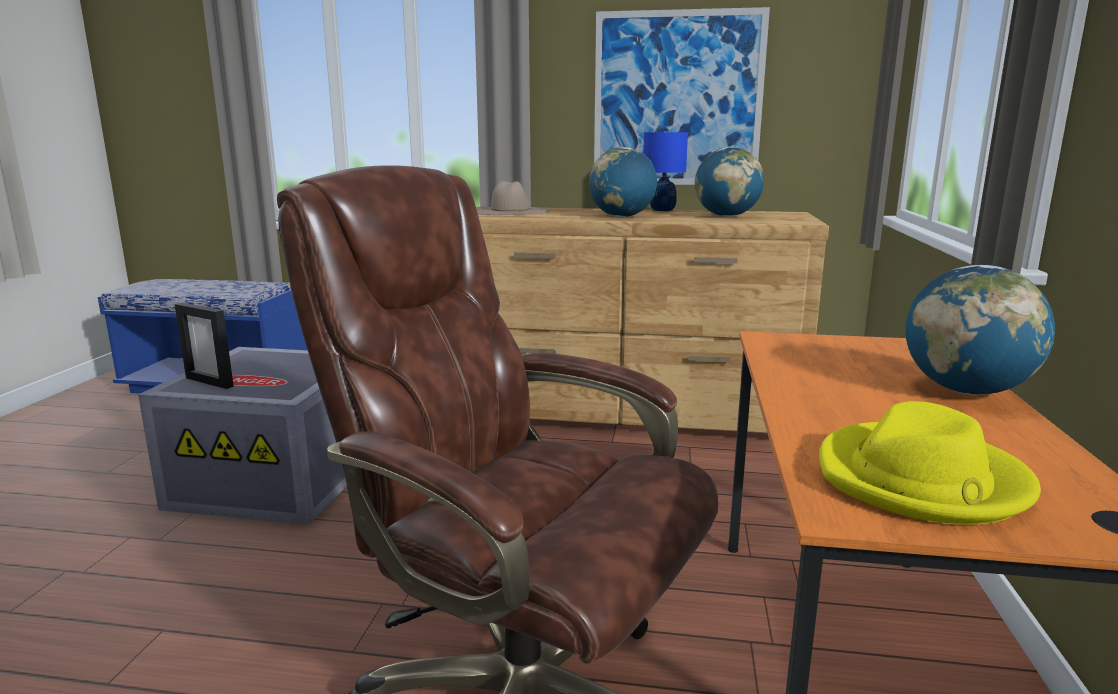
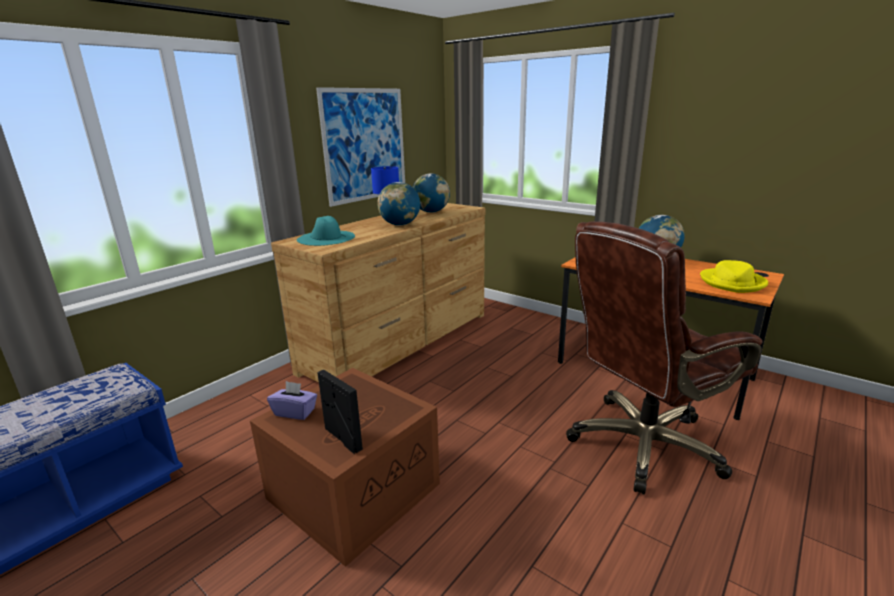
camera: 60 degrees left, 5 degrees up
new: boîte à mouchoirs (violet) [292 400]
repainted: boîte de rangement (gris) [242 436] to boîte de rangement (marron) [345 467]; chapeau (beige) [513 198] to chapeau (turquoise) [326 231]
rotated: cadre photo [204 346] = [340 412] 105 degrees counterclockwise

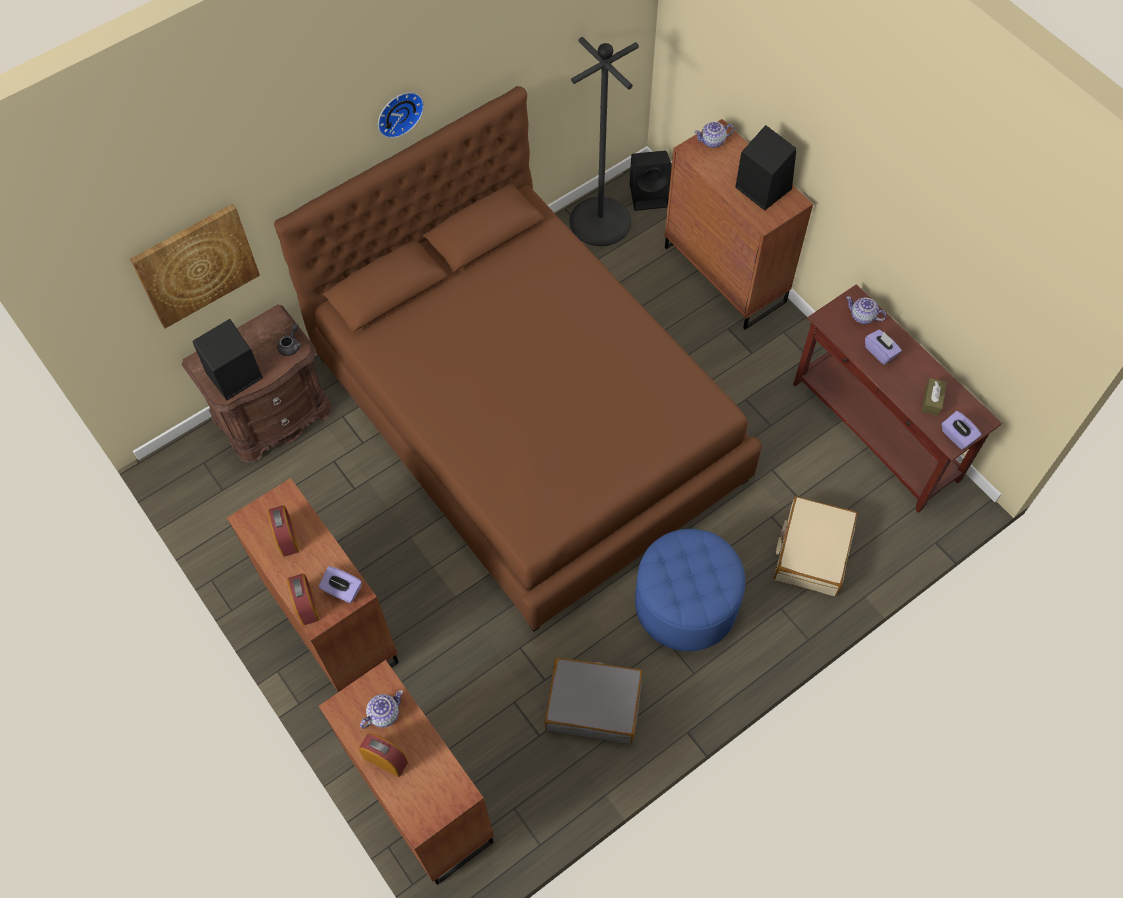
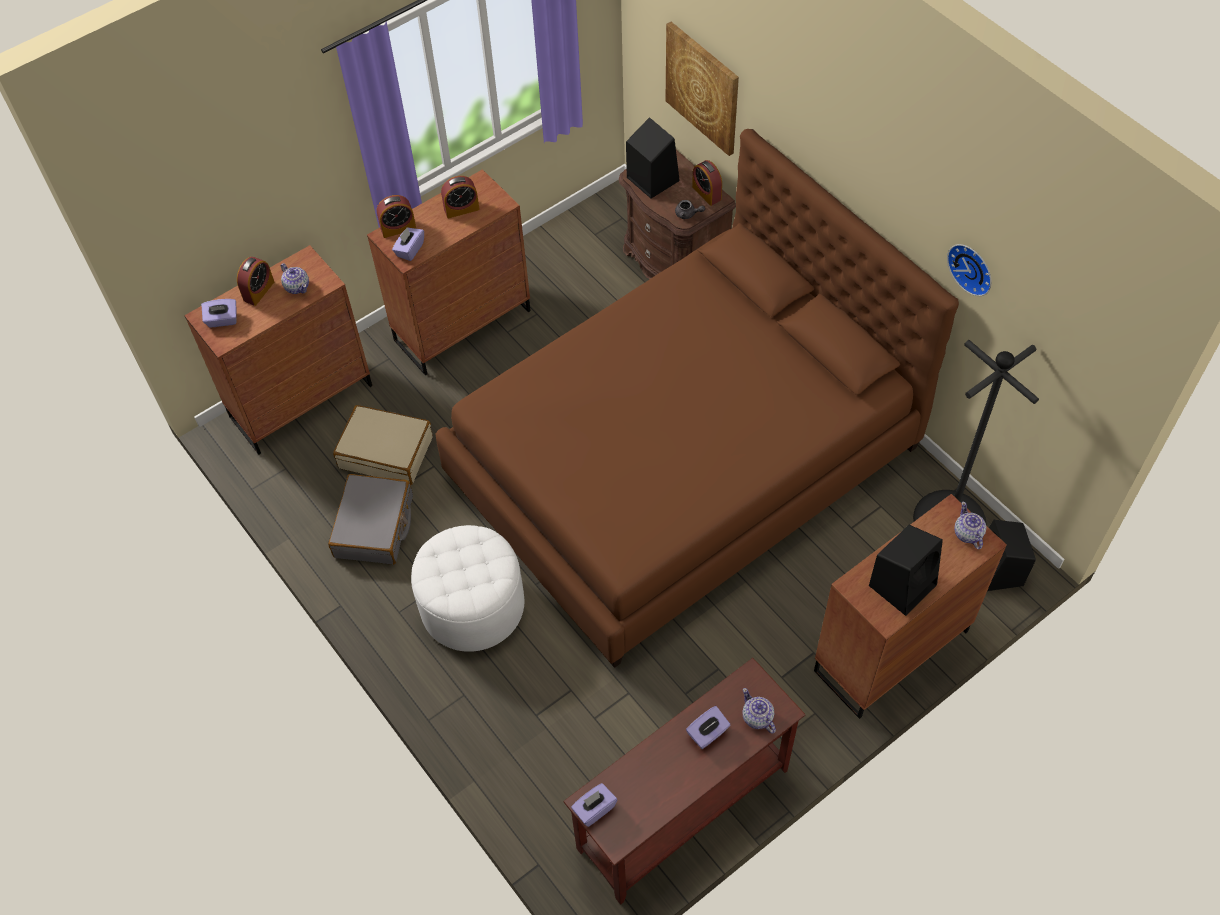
camera: 90 degrees right, 5 degrees down
gone: boîte à mouchoirs (marron) [934 397]
new: boîte à mouchoirs (violet) [219 313]; réveil [707 183]
shifted: valise (beige) [815 546] to [383 445]; horloge murale [401 115] to [969 270]
repainted: pouf (bleu) [690 590] to pouf (blanc) [467 588]
rotated: théière [866 310] = [759 711] 60 degrees counterclockwise

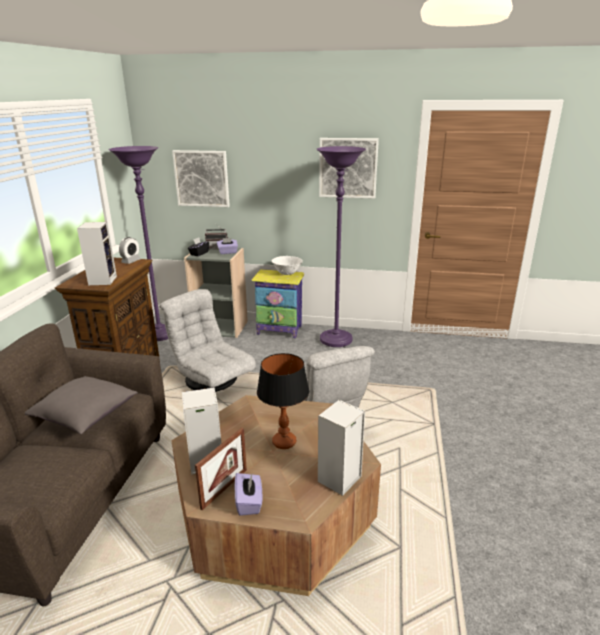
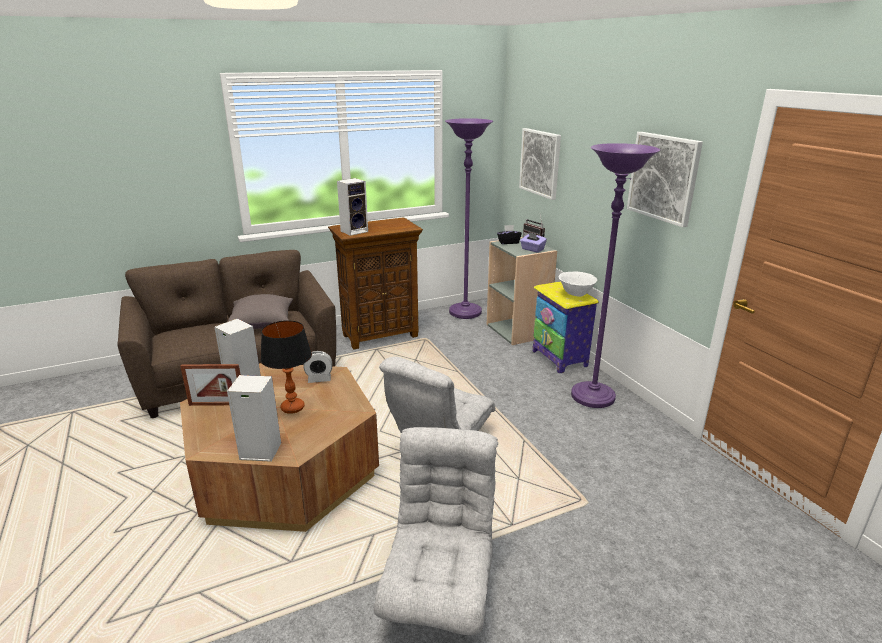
camera: 55 degrees right, 0 degrees up
gone: boîte à mouchoirs (violet) [248 494]
shifted: réveil [130 250] to [318 367]; fauteuil (gris) [207 340] to [436 531]

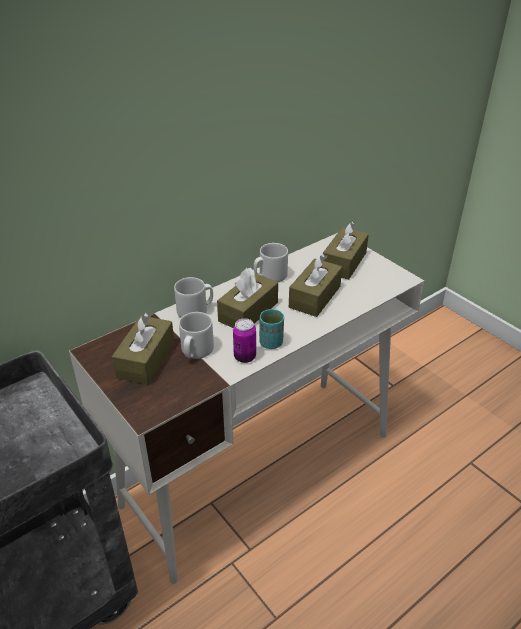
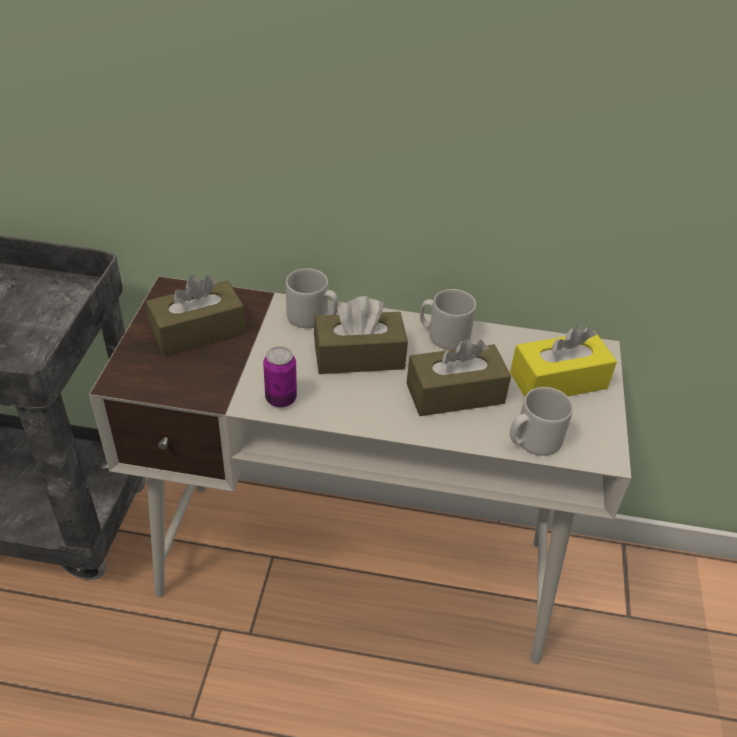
camera: 45 degrees right, 5 degrees up
gone: tasse (turquoise) [271 329]
shifted: mug (gris) [196 335] to [541 421]
repainted: boîte à mouchoirs (marron) [346 250] to boîte à mouchoirs (jaune) [563 361]

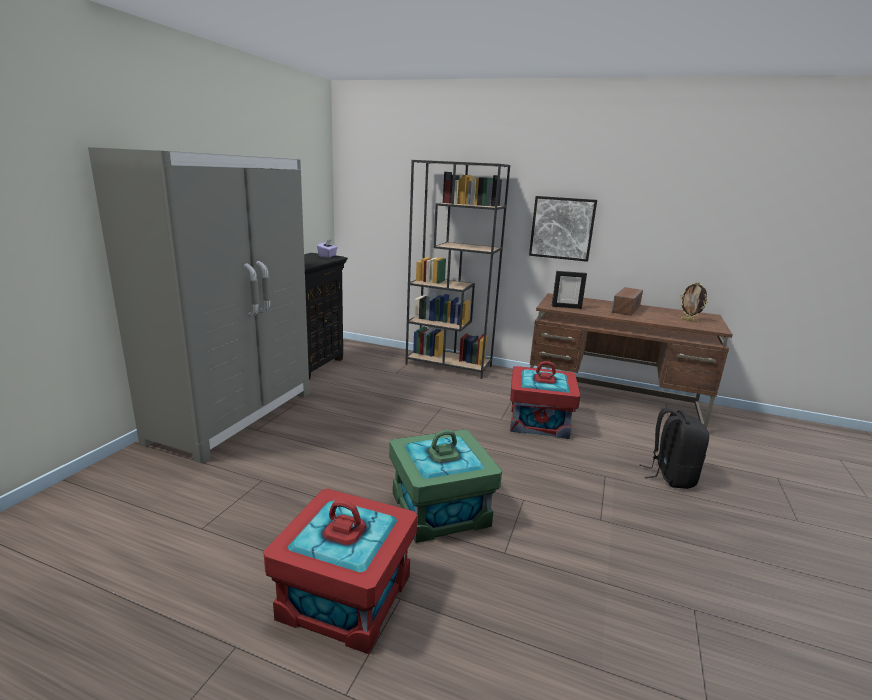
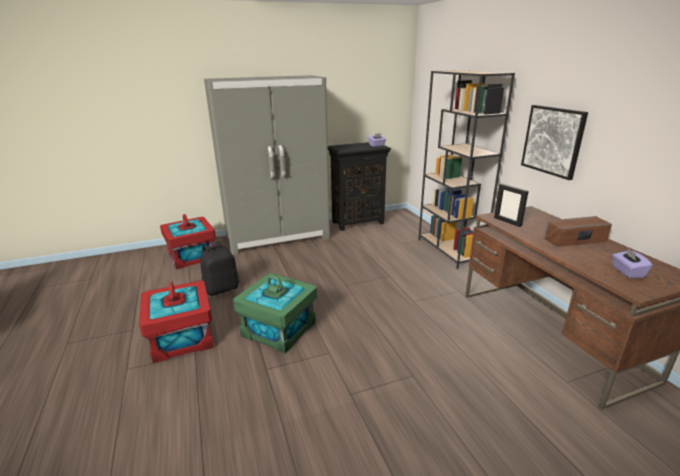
camera: 50 degrees right, 5 degrees up
shifted: boîte de rangement (rouge) [545 400] to [188 241]; sac à dos (noir) [674 448] to [219 269]
swapped: cadre photo [694 302] to boîte à mouchoirs (violet) [632 262]

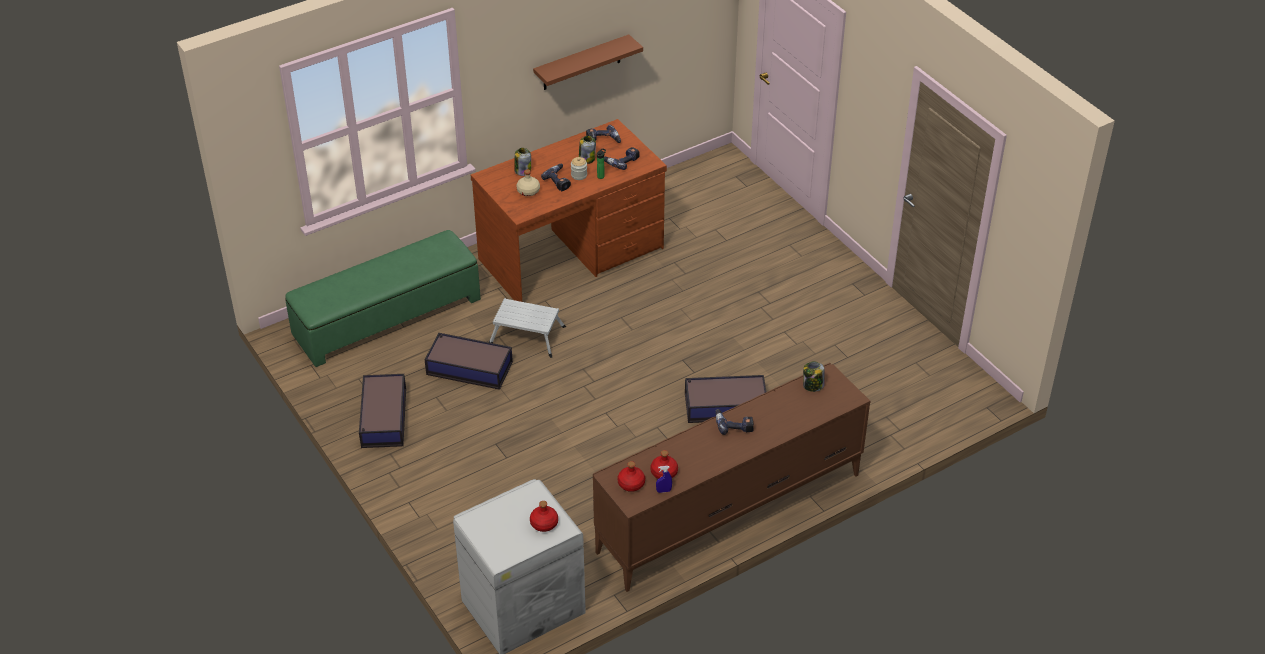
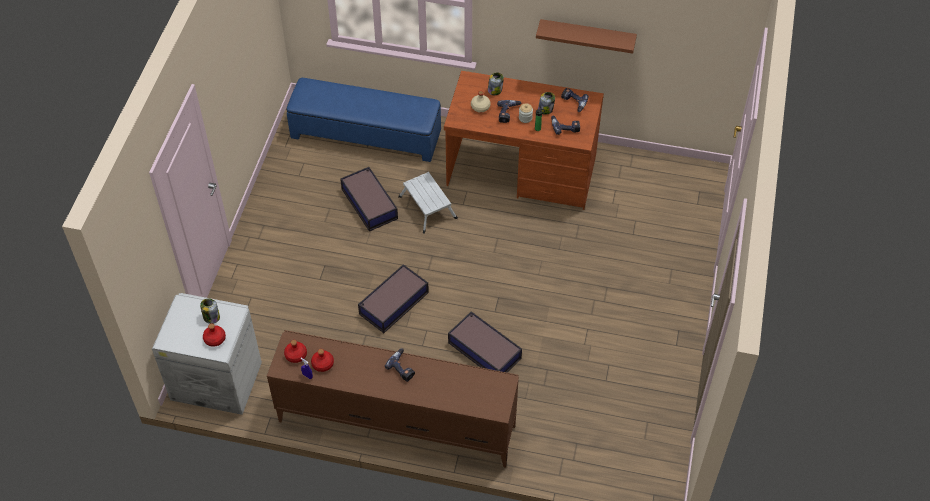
camera: 45 degrees right, 10 degrees up
shifted: bocal [814 376] to [210 311]; boîte de rangement [382 411] to [393 298]
repainted: banc (vert) [383 298] to banc (bleu) [363 120]

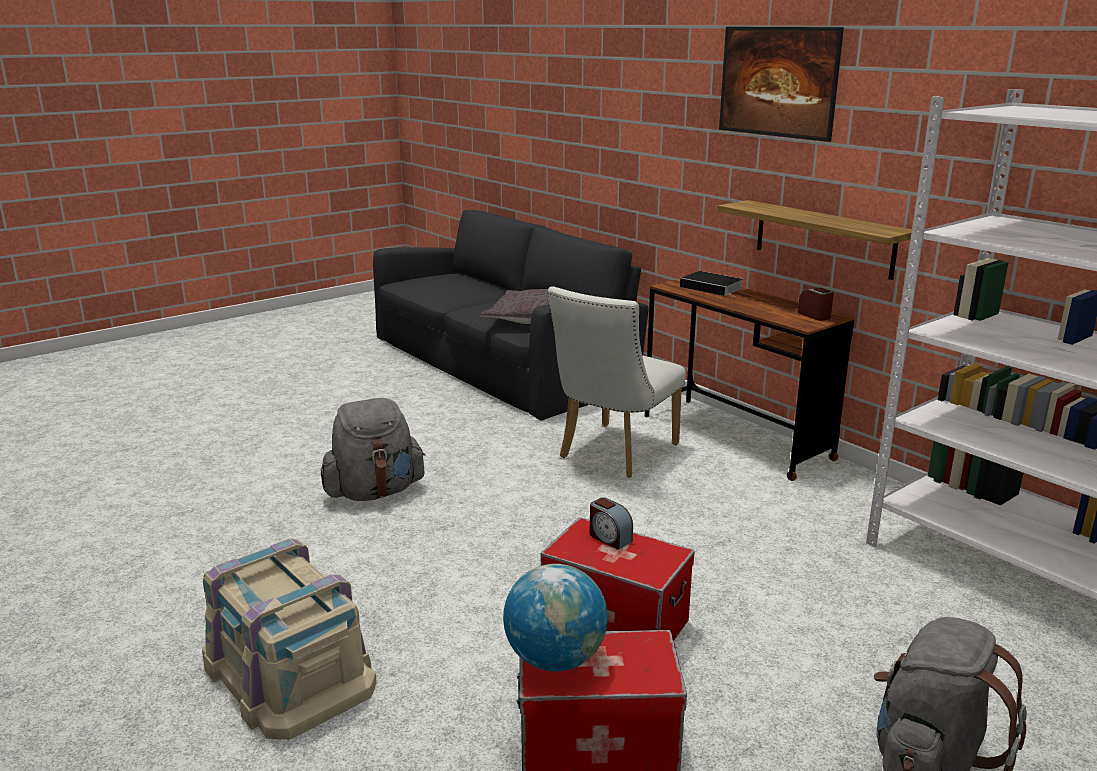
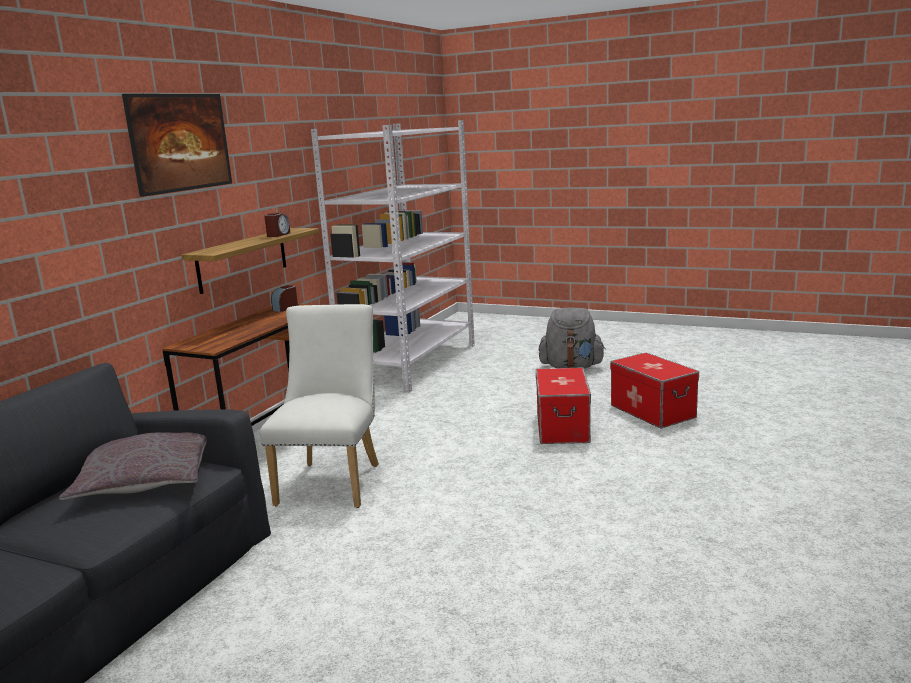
camera: 115 degrees left, 5 degrees down
gone: boîte de rangement (beige) [289 639]; sac à dos (gris) [373 449]; globe [555 618]; livre [711 284]
shifted: réveil [611 523] to [277 225]
rotated: chaise (blanc) [617 382] = [319 406] 90 degrees counterclockwise

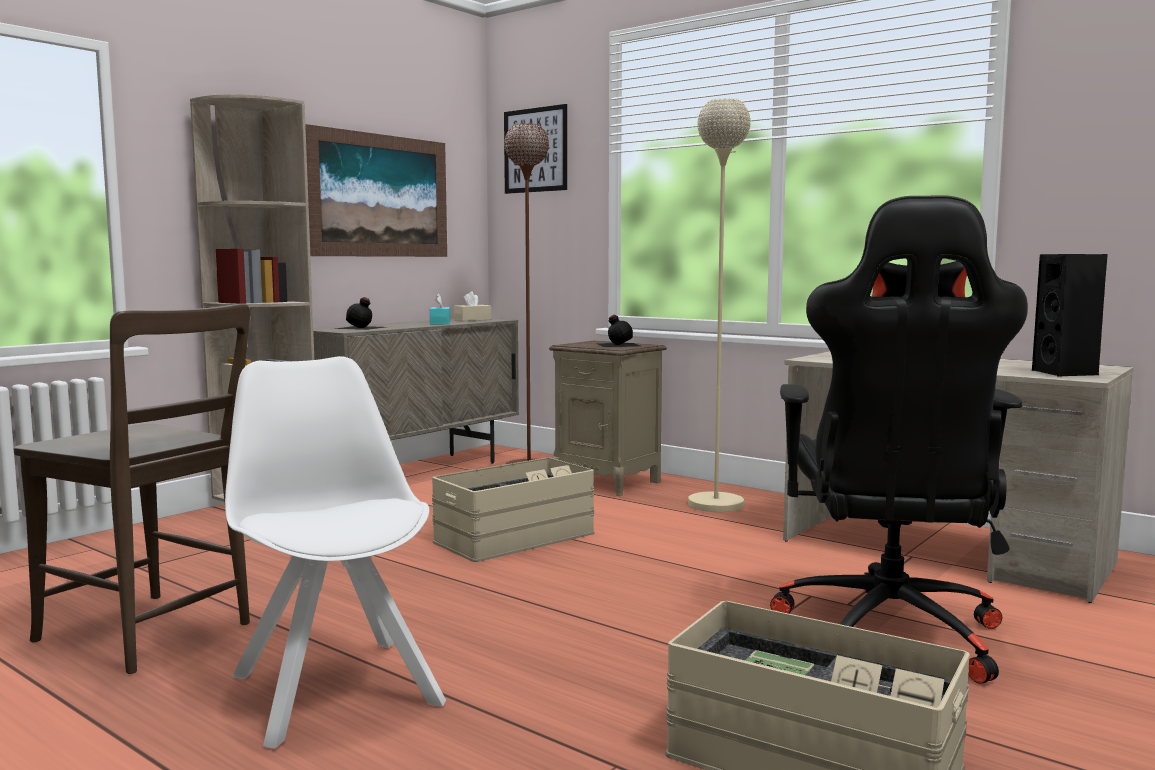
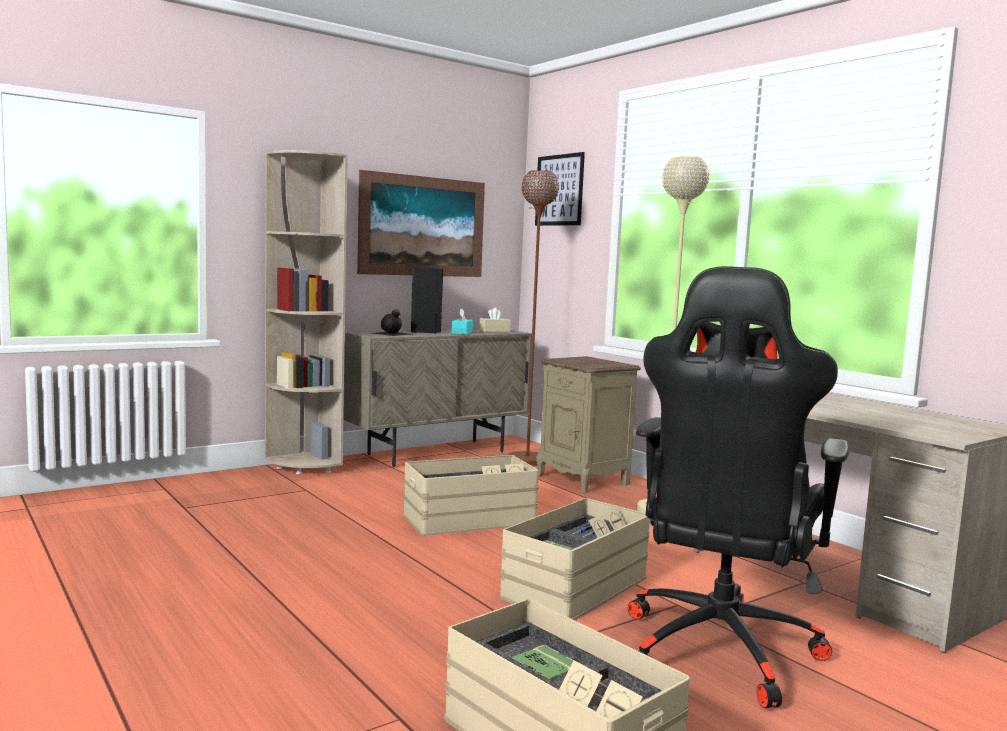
camera: 15 degrees right, 0 degrees up
gone: chaise (marron) [131 489]; chaise (blanc) [335 552]; bouteille (noir) [618 331]
new: boîte de rangement (beige) [574 559]
shifted: enceinte (noir) [1070 315] to [427 300]

